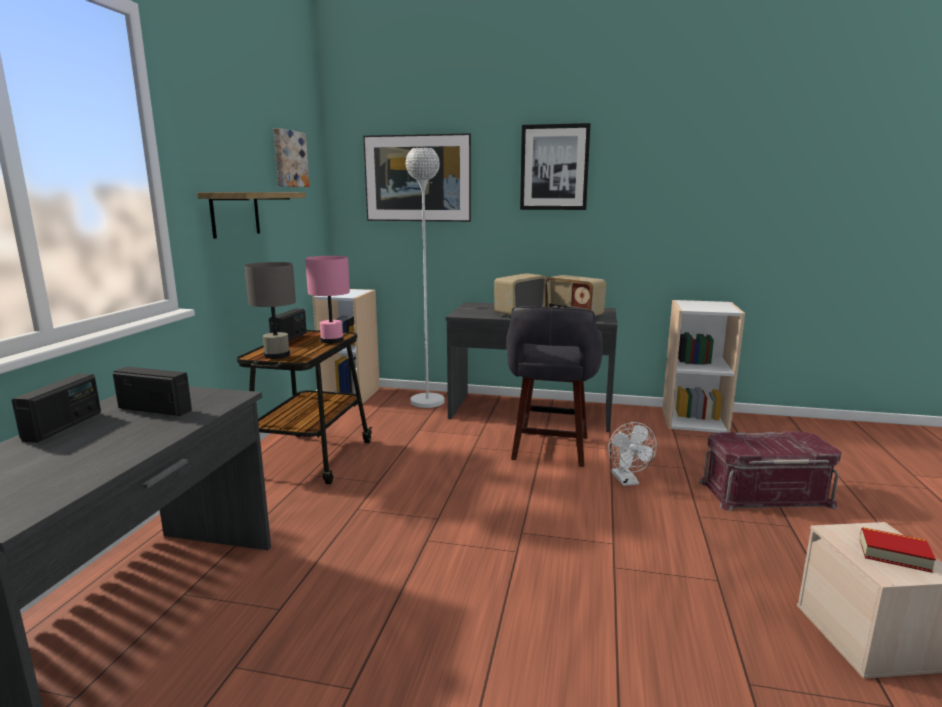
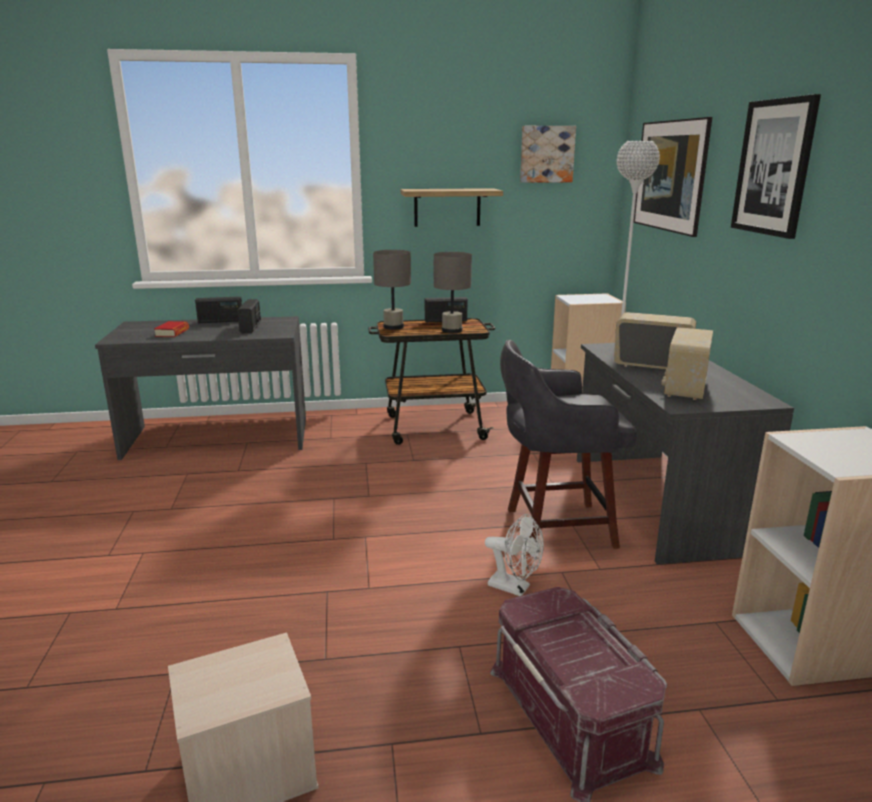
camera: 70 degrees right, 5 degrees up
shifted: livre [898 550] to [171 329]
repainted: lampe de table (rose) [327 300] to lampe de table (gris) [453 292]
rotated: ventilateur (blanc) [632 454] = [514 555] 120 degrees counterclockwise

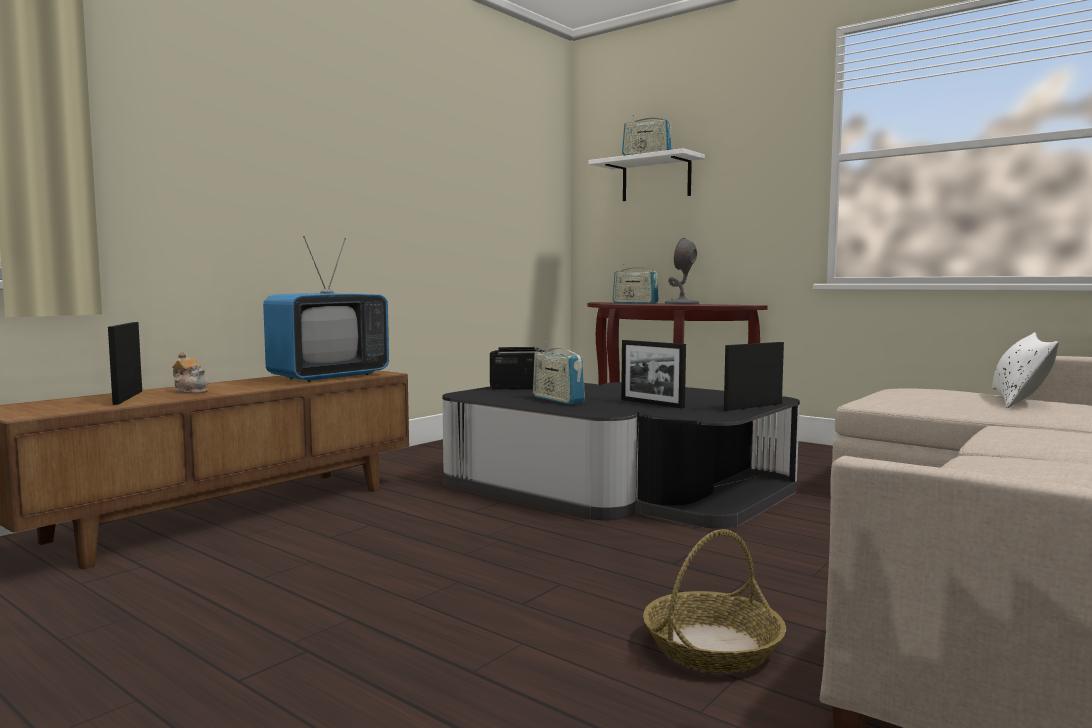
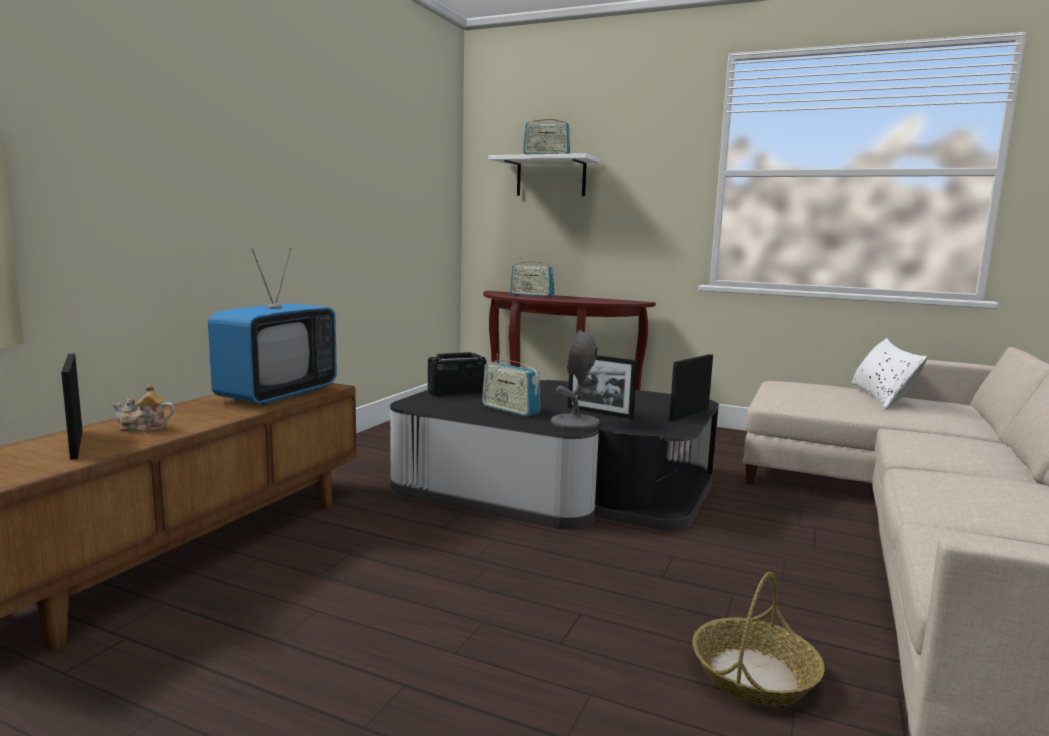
camera: 15 degrees left, 5 degrees up
shifted: lampe de table (gris) [682 271] to [575 380]
rotated: théière [190 373] = [143 408] 150 degrees clockwise

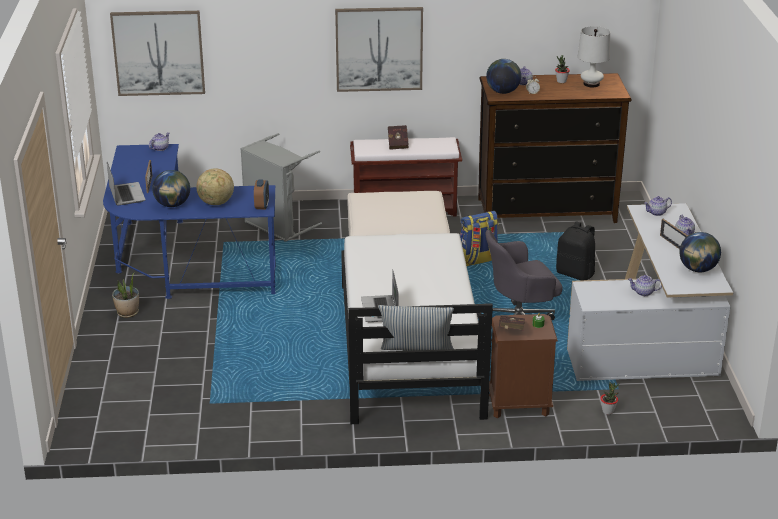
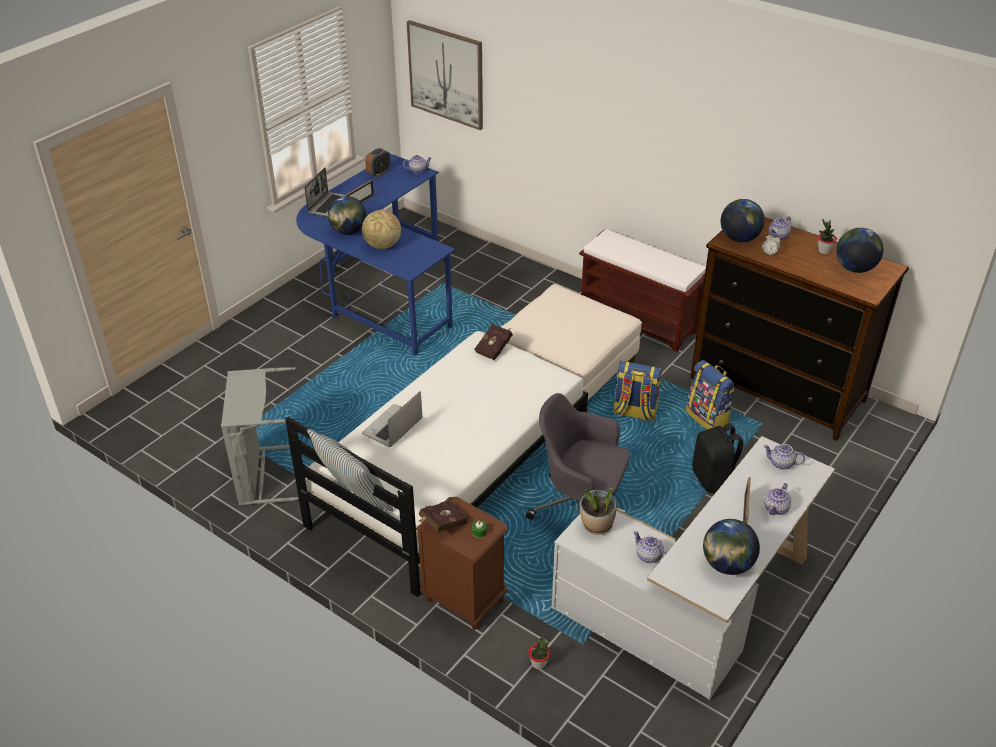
camera: 40 degrees right, 10 degrees up
gone: tableau [379 49]
new: sac à dos [710 394]
shifted: panier à linge (gris) [281 187] to [264 436]; réveil [261 194] to [378 162]; livre (rouge) [398 137] to [494 342]; plante en pot [125 295] to [598 511]
swapped: lampe de table (blanc) [594 56] to globe [859 250]

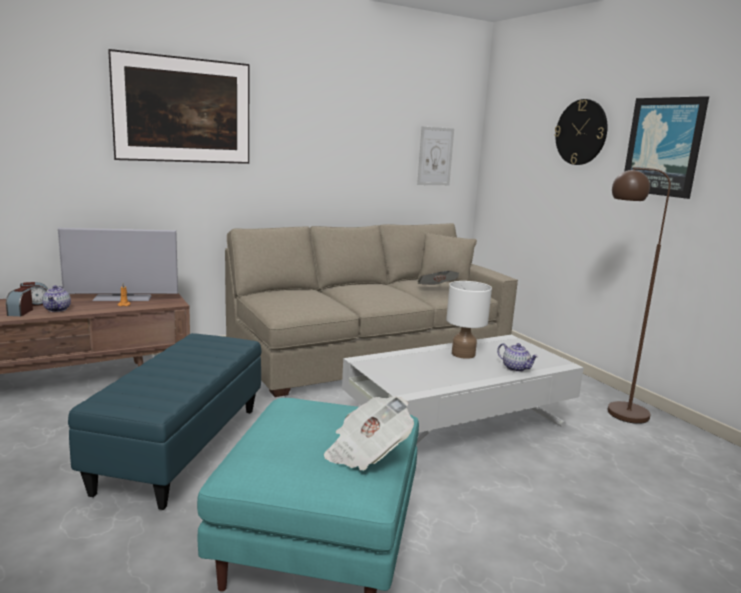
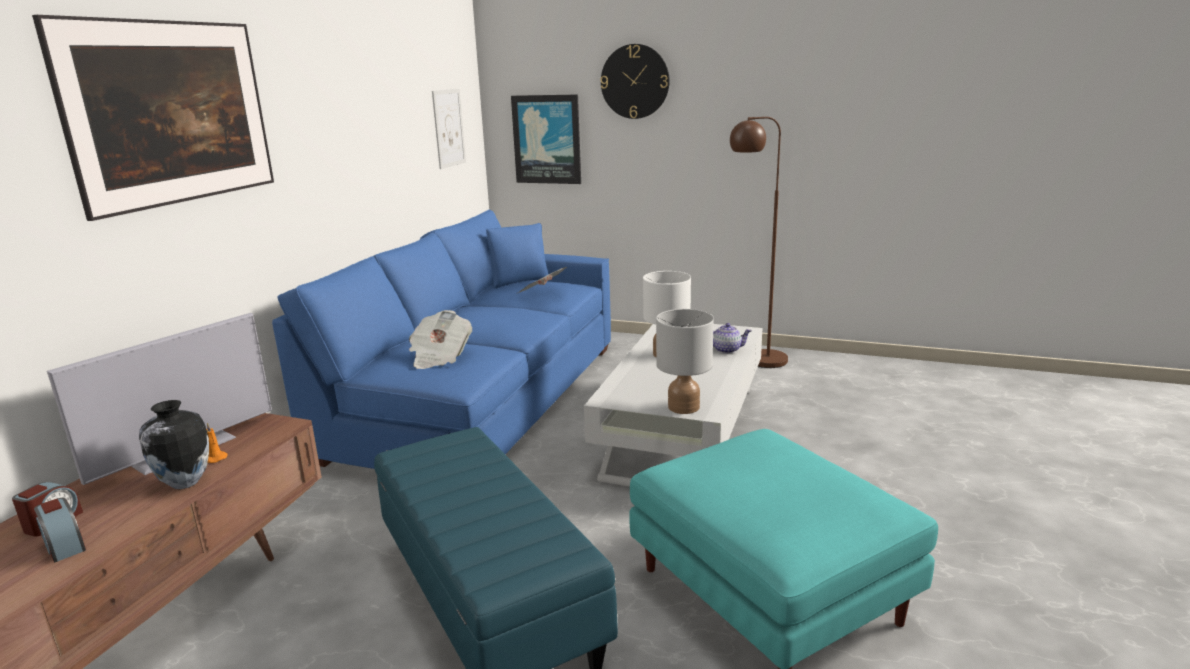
camera: 40 degrees left, 5 degrees up
gone: théière [56 298]
new: vase [174 444]; lampe de table (gris) [685 361]
shifted: journal [369 434] to [440 339]; tableau [666 147] to [546 139]
repainted: canapé (beige) [371 310] to canapé (bleu) [441 339]

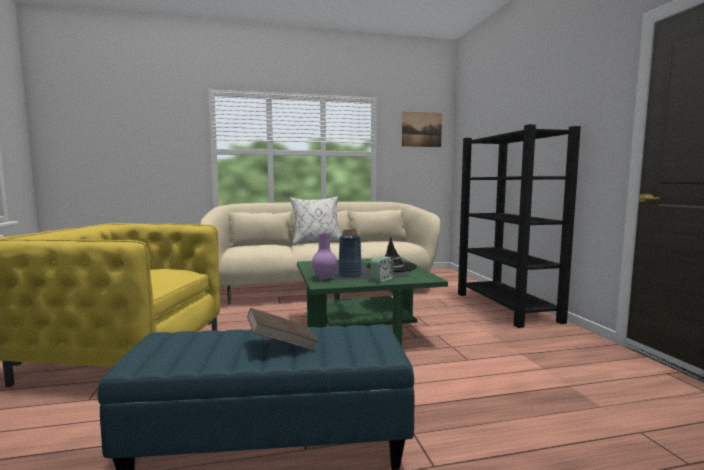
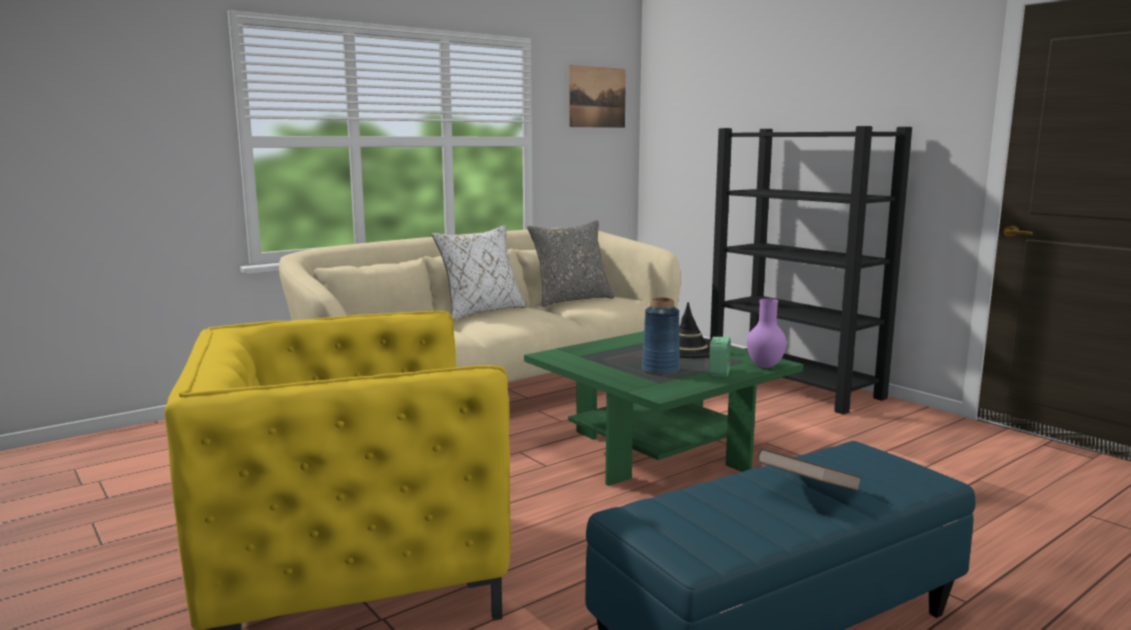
camera: 25 degrees left, 5 degrees up
new: coussin (gris) [571 263]
shifted: vase (violet) [324 256] to [767 333]

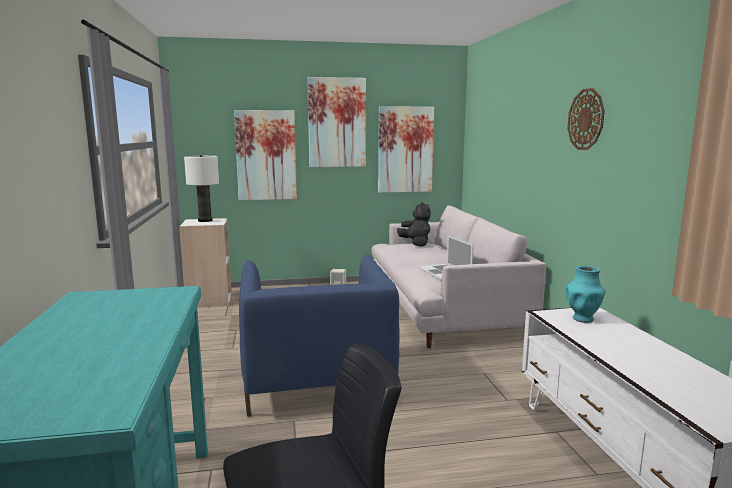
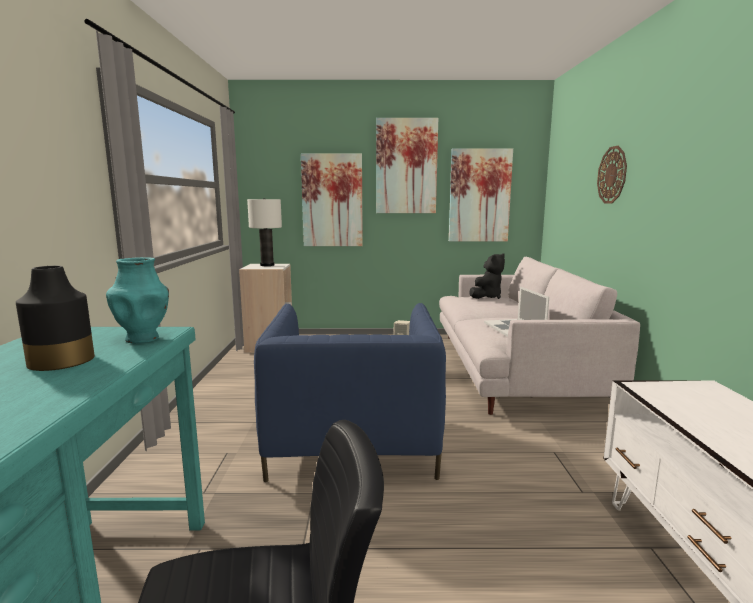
camera: 10 degrees right, 0 degrees up
new: vase (noir) [55 318]
shifted: vase (turquoise) [586 294] to [137 300]; horloge murale [586 119] to [612 175]
rotated: peluche (noir) [414 224] = [487 276] 60 degrees clockwise

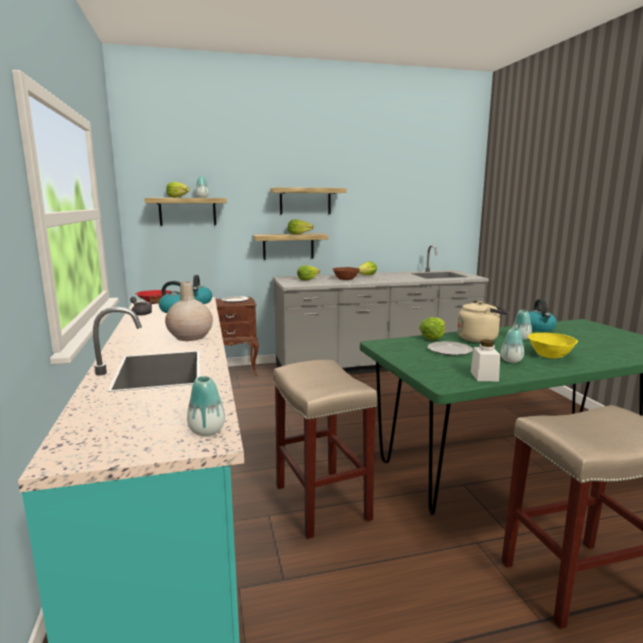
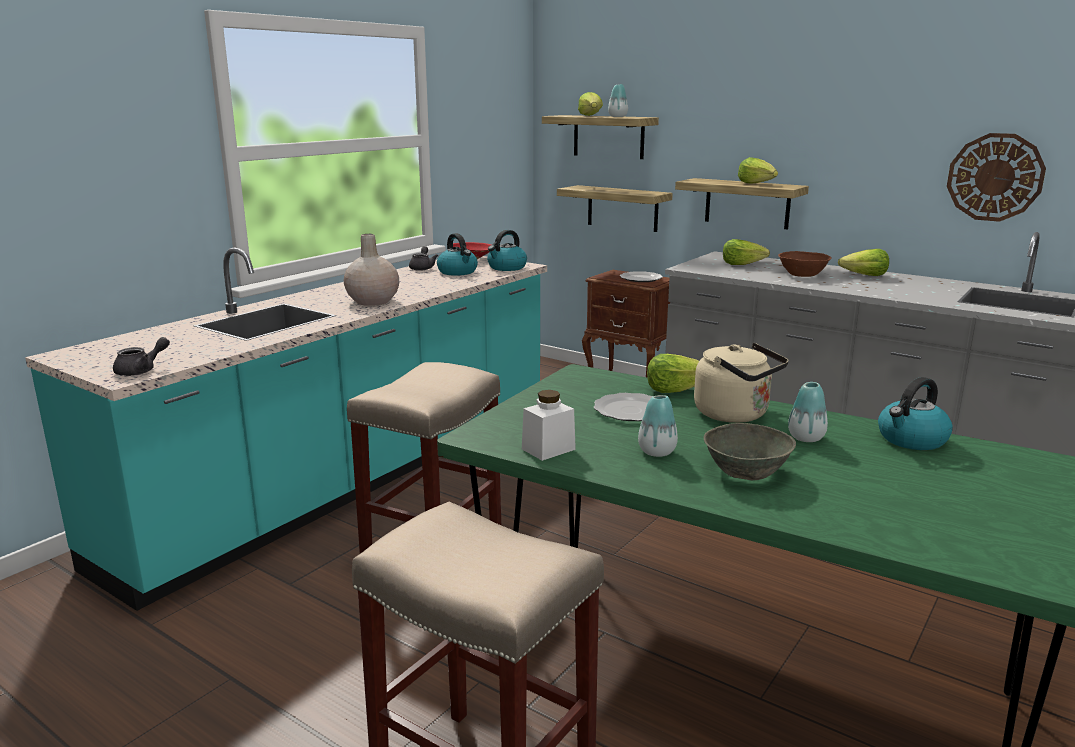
camera: 50 degrees right, 5 degrees up
new: horloge murale [996 177]
shifted: étagère [308 201] to [615 208]
swapped: vase [206 406] to théière (gris) [141 356]
repainted: bol (jaune) [553 345] to bol (gris) [750 451]

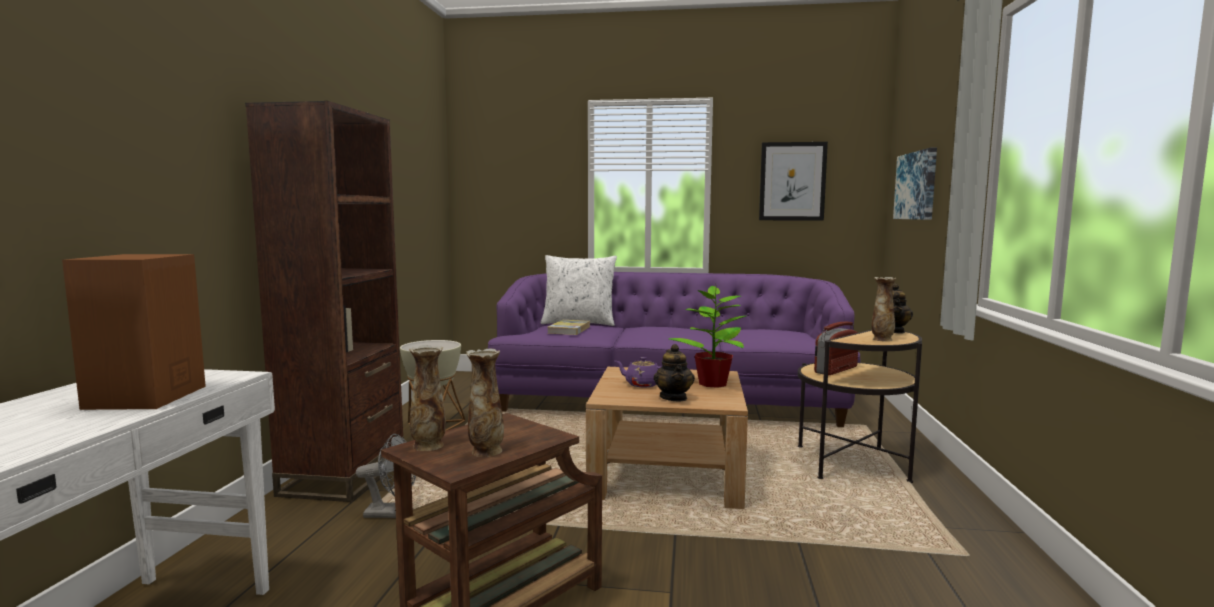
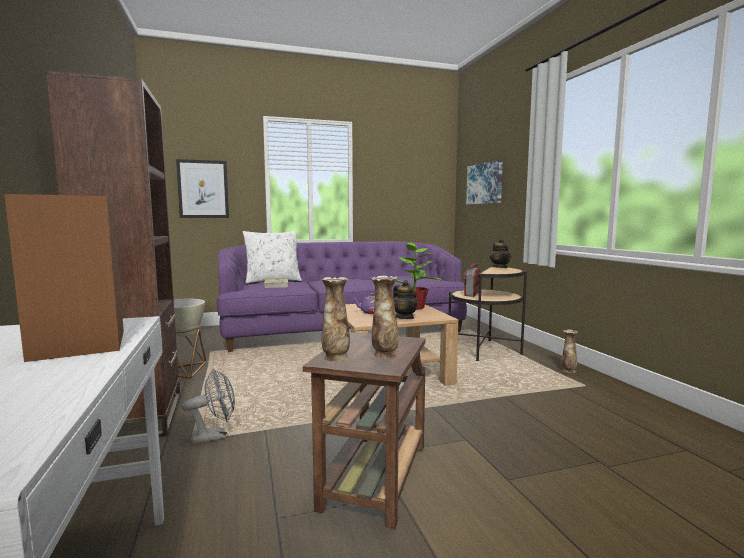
camera: 25 degrees left, 0 degrees up
shifted: tableau [793 181] to [202 188]; vase [884 309] to [570 351]

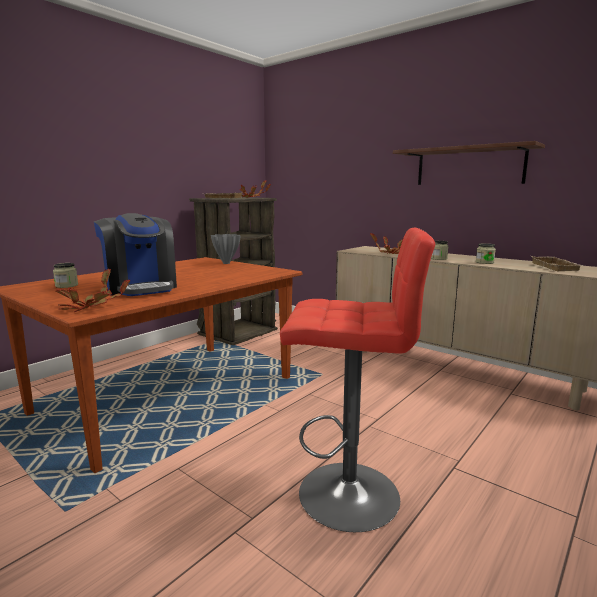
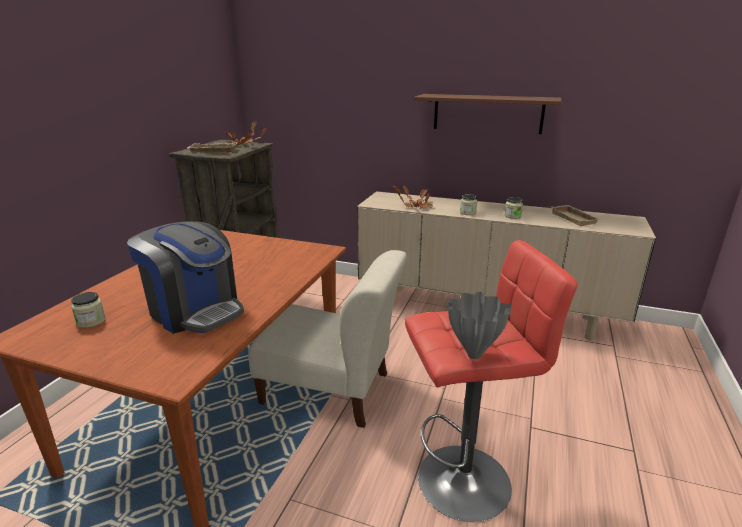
camera: 20 degrees left, 10 degrees up
gone: plante en pot [93 290]
new: chaise (beige) [327 339]
shifted: vase (gris) [225 249] to [479 325]

